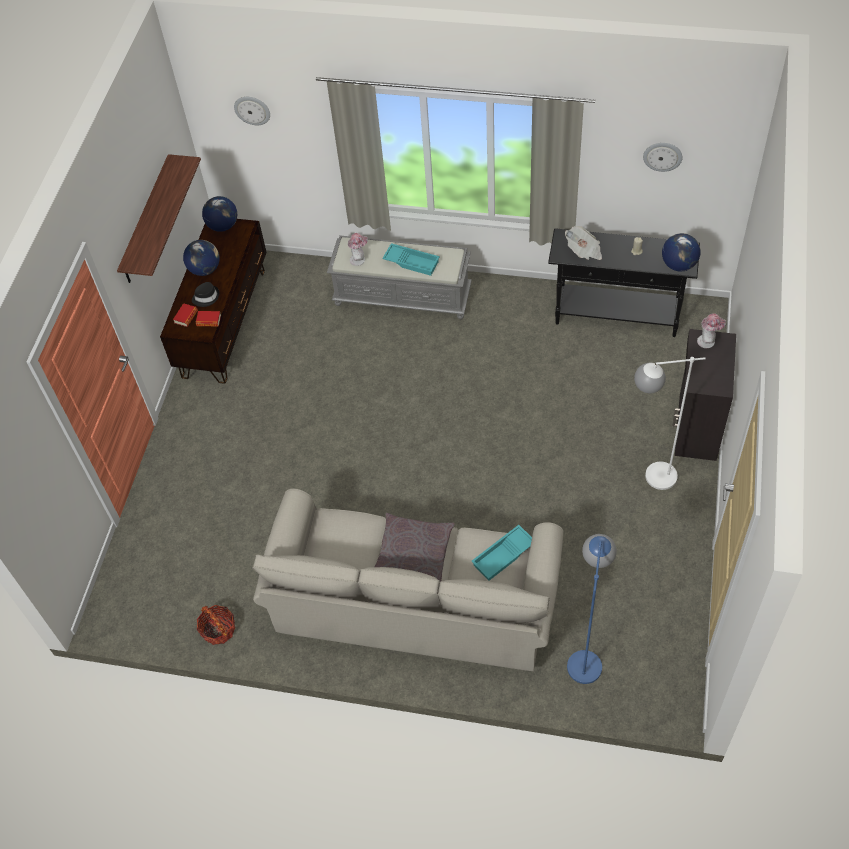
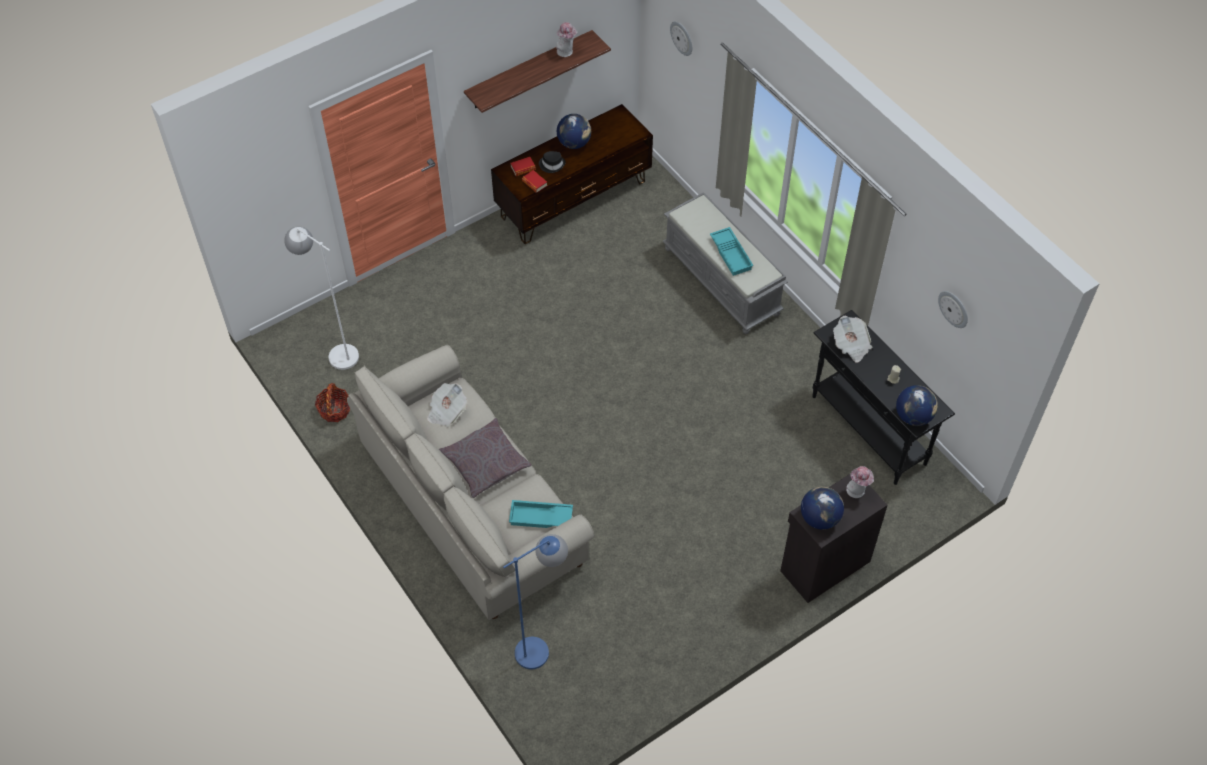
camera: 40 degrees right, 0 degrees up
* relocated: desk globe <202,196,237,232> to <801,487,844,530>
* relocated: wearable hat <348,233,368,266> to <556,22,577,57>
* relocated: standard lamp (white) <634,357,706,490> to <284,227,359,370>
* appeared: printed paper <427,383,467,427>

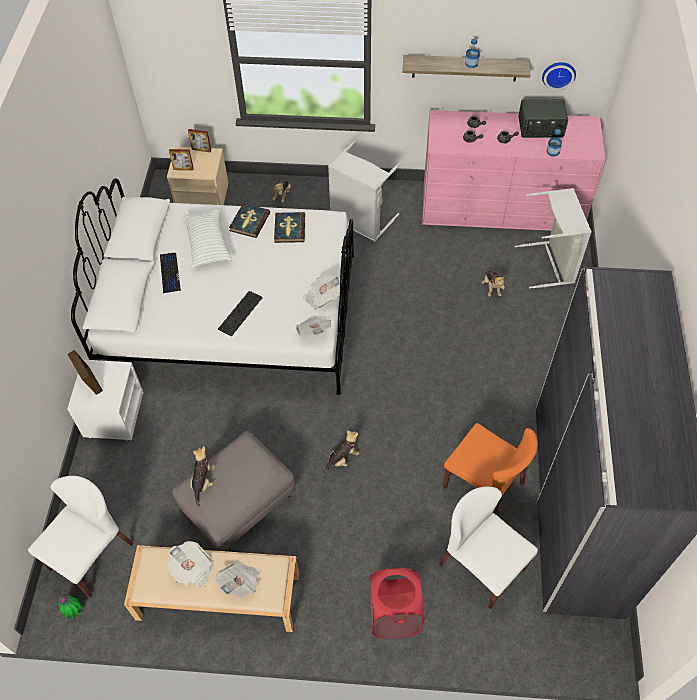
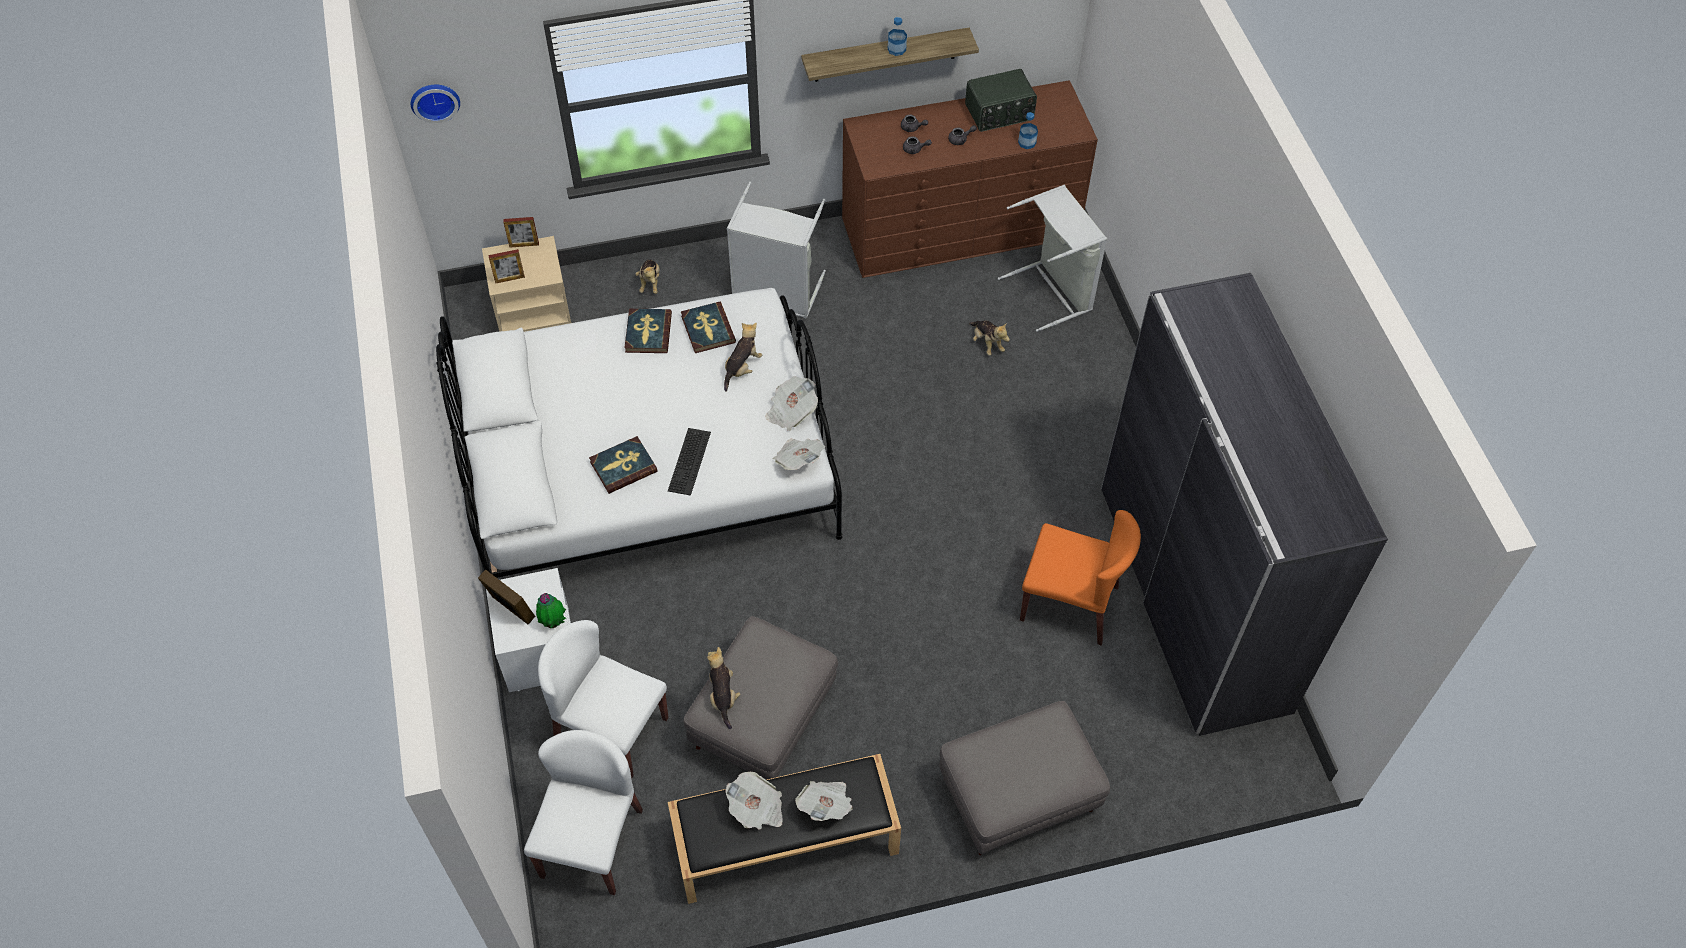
camera: 20 degrees left, 0 degrees up
* relocated: wall clock <542,62,576,90> to <411,85,460,123>
* colour: dresser (pinkish) <422,110,606,231> to dresser (brownish) <842,80,1098,278>
* missing: cushion <183,208,232,267>
* missing: computer keyboard <160,253,181,294>
* relocated: cuddly toy <324,430,359,475> to <724,323,762,392>
* relocated: plain chair (white) <439,487,538,609> to <538,620,668,779>
* colour: bench (sand-coloured) <124,545,299,632> to bench (black-coloured) <668,754,901,904>
* exchanged: laundry basket (red-coloured) <369,567,424,638> to pouffe (grey) <939,701,1110,855>
* relocated: potted plant <59,594,83,619> to <536,593,566,629>
* appeared: bound book <589,436,658,494>

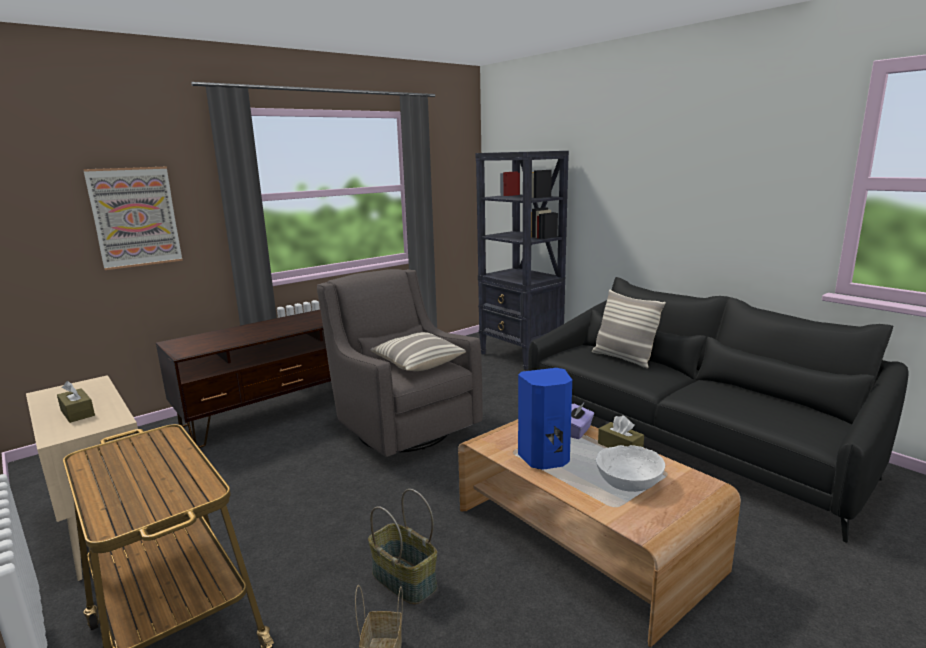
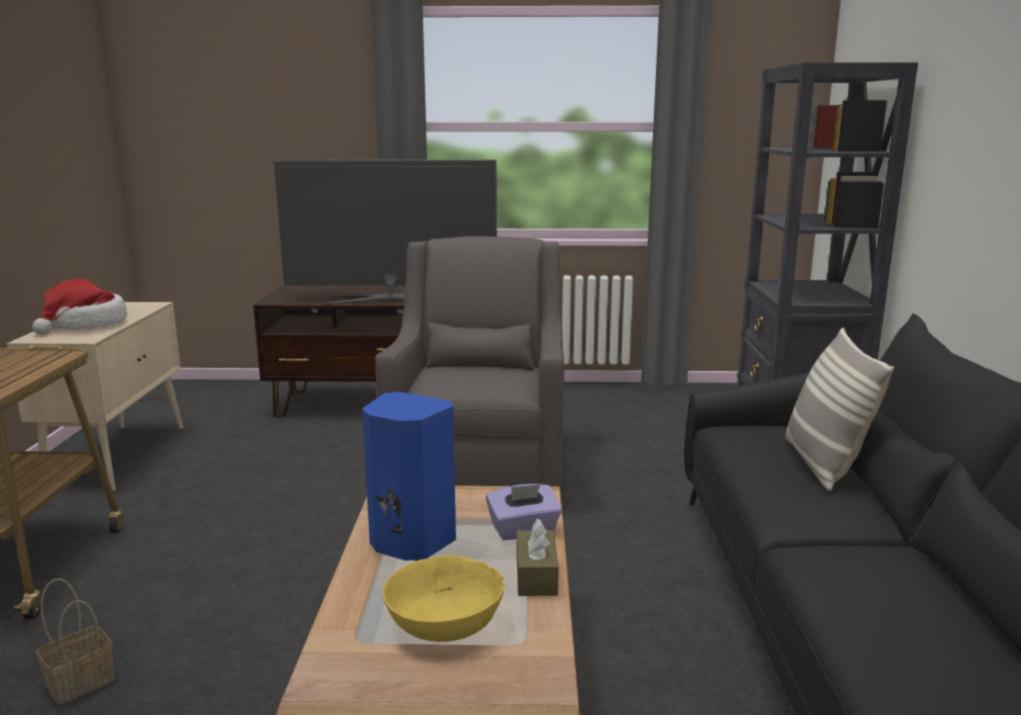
camera: 40 degrees right, 0 degrees up
* missing: wall picture <83,167,183,270>
* missing: cushion <370,332,466,371>
* exchanged: box of tissues (brownish) <57,381,95,423> to wearable hat <32,278,127,335>
* colour: serving bowl (white) <596,445,665,492> to serving bowl (yellow) <383,556,504,642>
* missing: basket <368,489,437,604>
* appeared: TV <274,160,497,304>

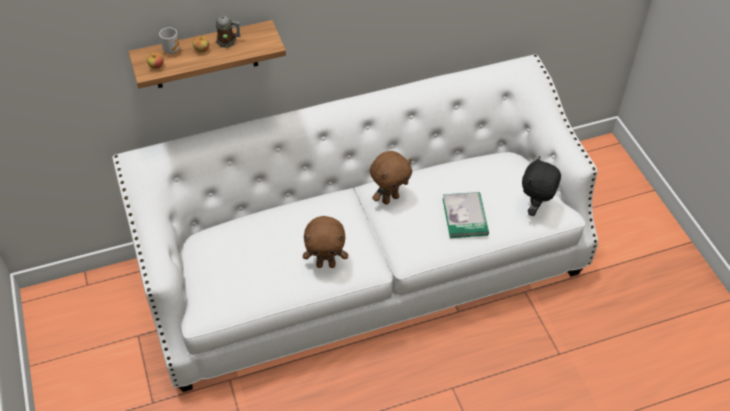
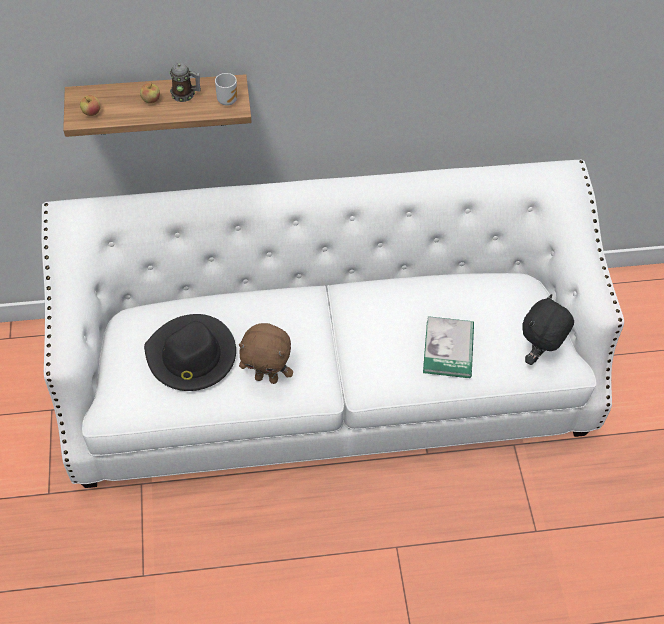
camera: 10 degrees right, 5 degrees up
* relocated: coffee mug <159,28,179,54> to <215,73,237,106>
* missing: cuddly toy (brownish) <370,151,412,205>
* appeared: wearable hat (black-coloured) <144,314,236,391>

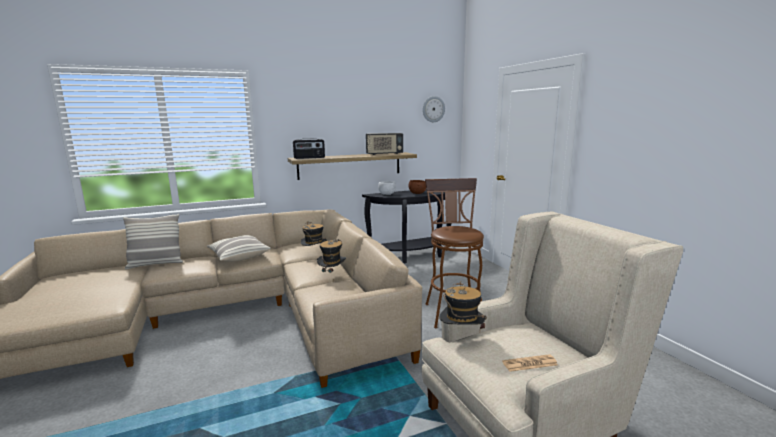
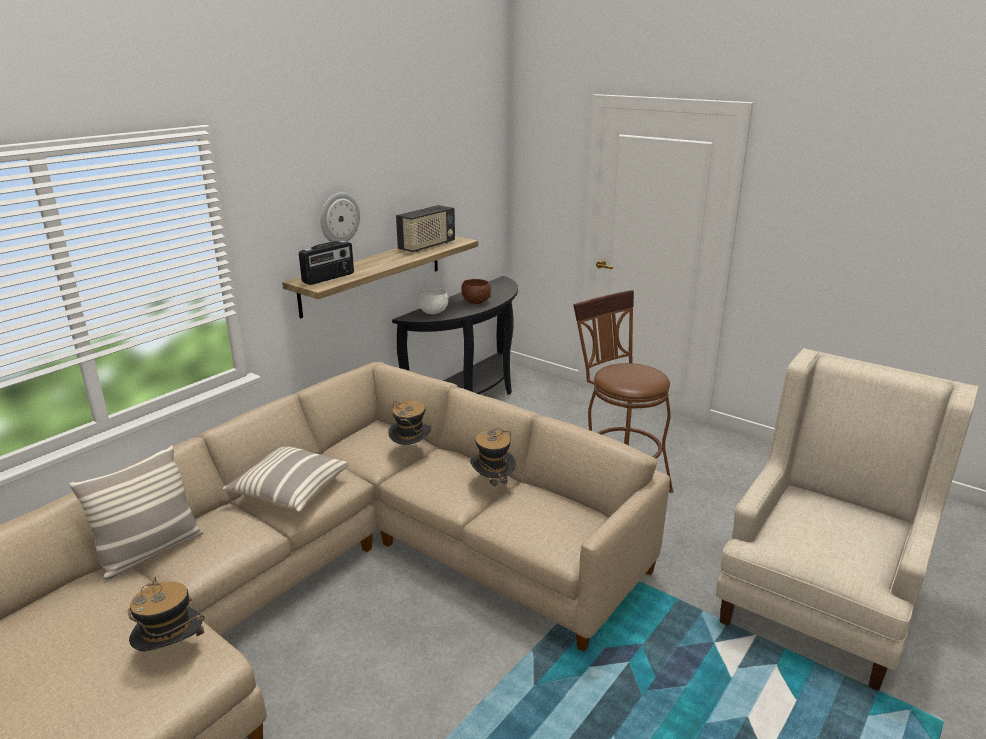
camera: 30 degrees left, 10 degrees up
* relocated: wall clock <423,96,445,122> to <321,192,360,243>
* relocated: wearable hat <439,281,487,329> to <128,577,205,652>
* missing: printed paper <502,354,558,372>

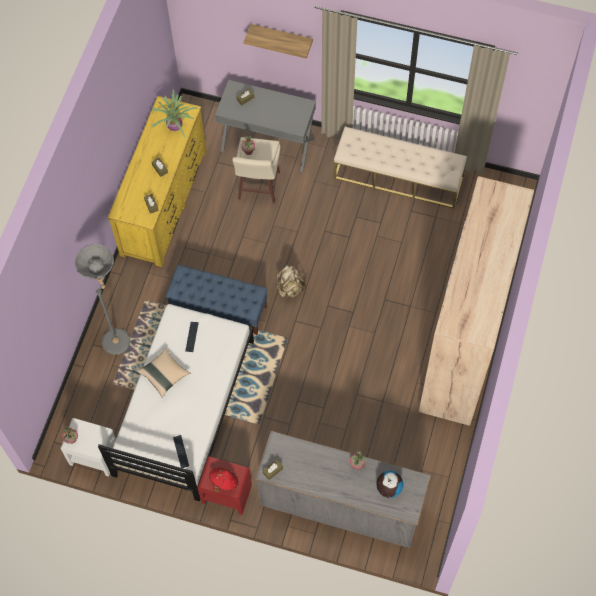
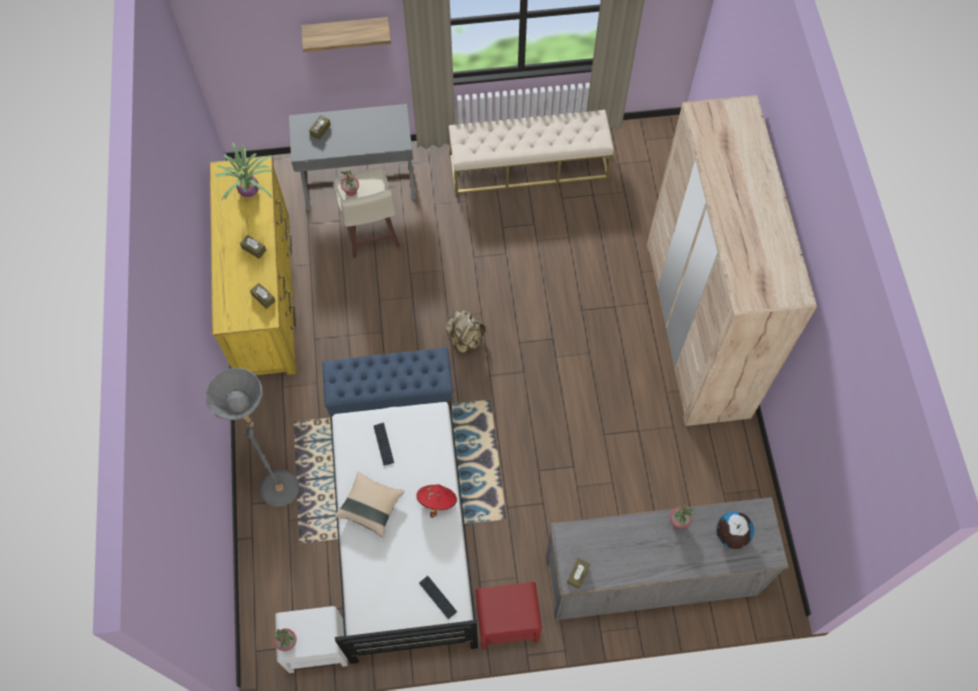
camera: 25 degrees left, 0 degrees up
* relocated: wearable hat (red-coloured) <209,468,239,492> to <416,484,457,518>

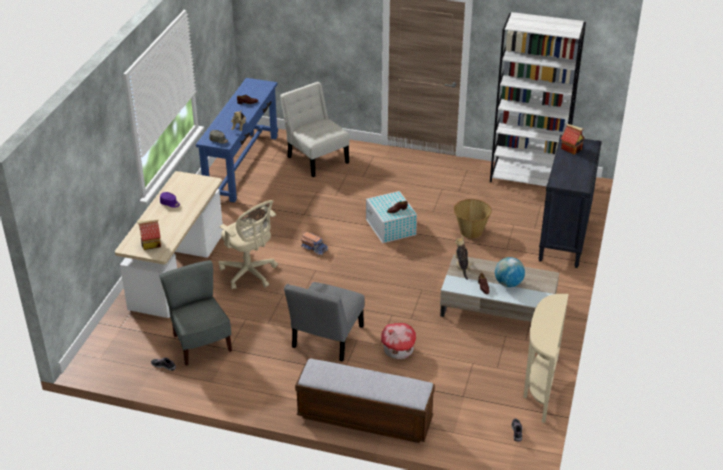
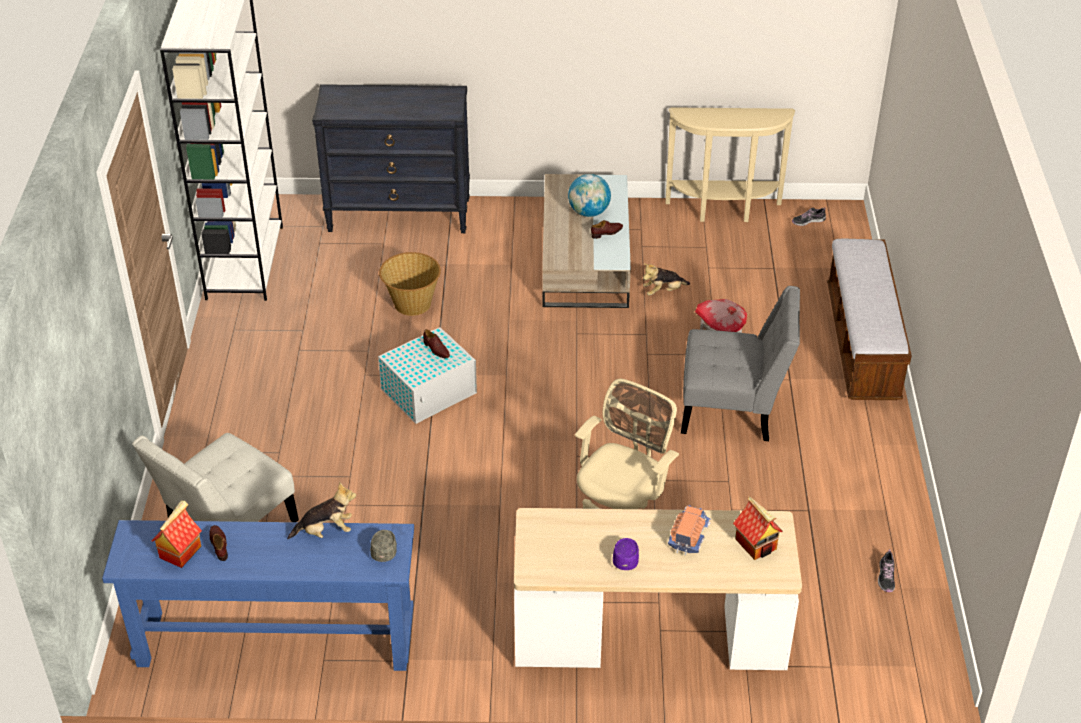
camera: 105 degrees left, 5 degrees up
* relocated: miniature house <561,123,585,155> to <151,500,202,568>
* relocated: toy lorry <301,232,328,255> to <668,505,711,556>
* relocated: cuddly toy <455,235,473,280> to <643,263,690,296>
* missing: plain chair (grey) <159,260,232,366>

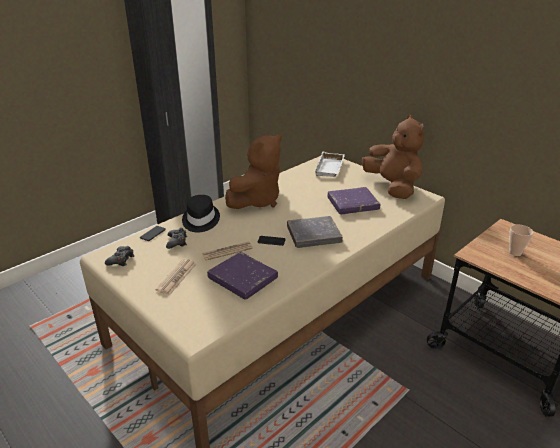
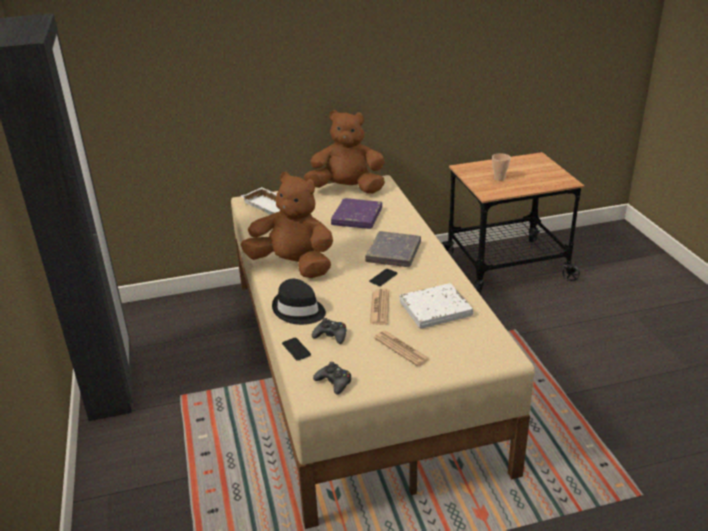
camera: 60 degrees left, 0 degrees up
* spun: cuddly toy (brownish) <225,134,282,209> = <241,172,333,278> 45 degrees counterclockwise
* colour: bound book (purplish) <207,252,278,300> to bound book (white) <399,283,473,328>

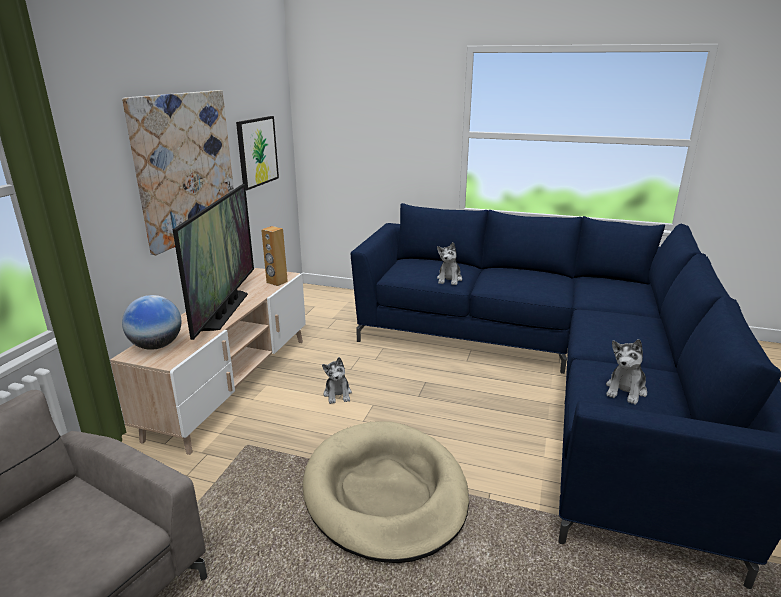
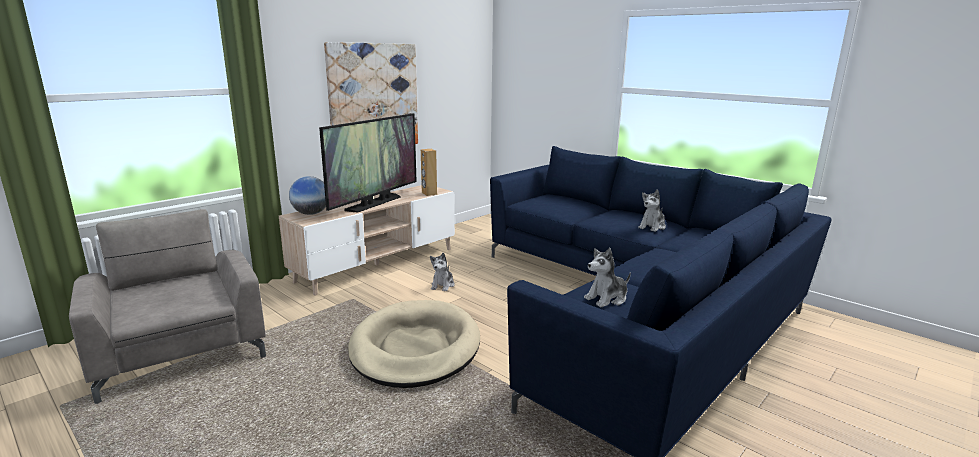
camera: 25 degrees right, 5 degrees down
* missing: wall picture <236,116,279,190>
* relocated: cuddly toy <437,242,462,285> to <638,190,666,232>

